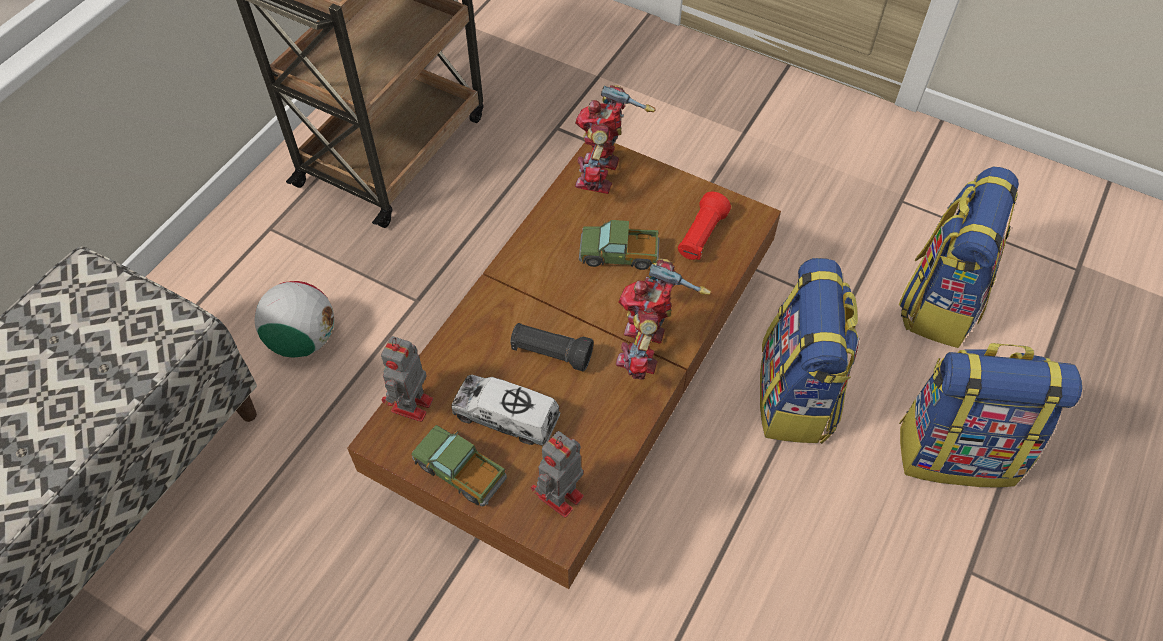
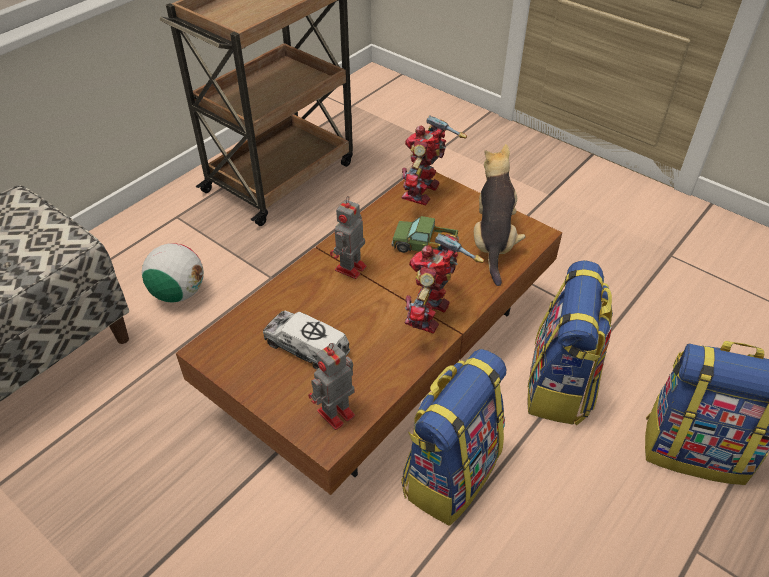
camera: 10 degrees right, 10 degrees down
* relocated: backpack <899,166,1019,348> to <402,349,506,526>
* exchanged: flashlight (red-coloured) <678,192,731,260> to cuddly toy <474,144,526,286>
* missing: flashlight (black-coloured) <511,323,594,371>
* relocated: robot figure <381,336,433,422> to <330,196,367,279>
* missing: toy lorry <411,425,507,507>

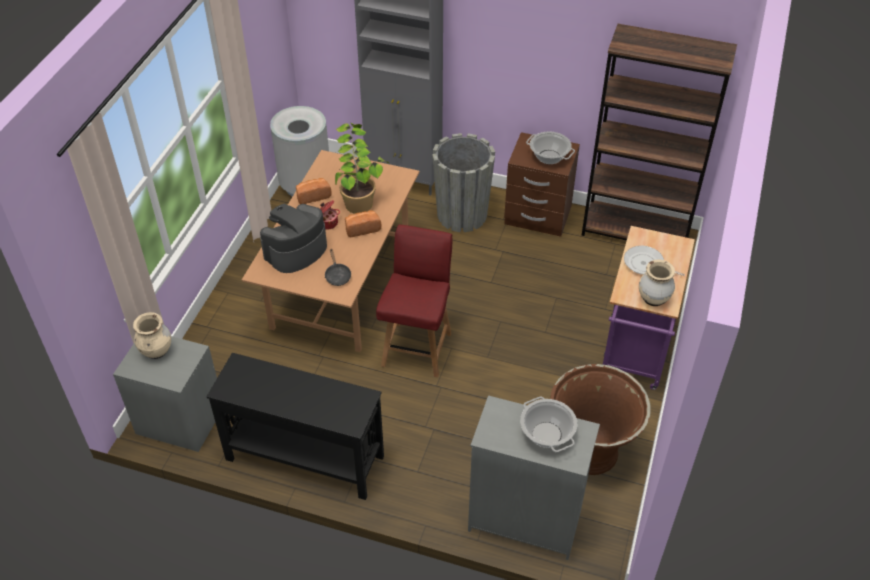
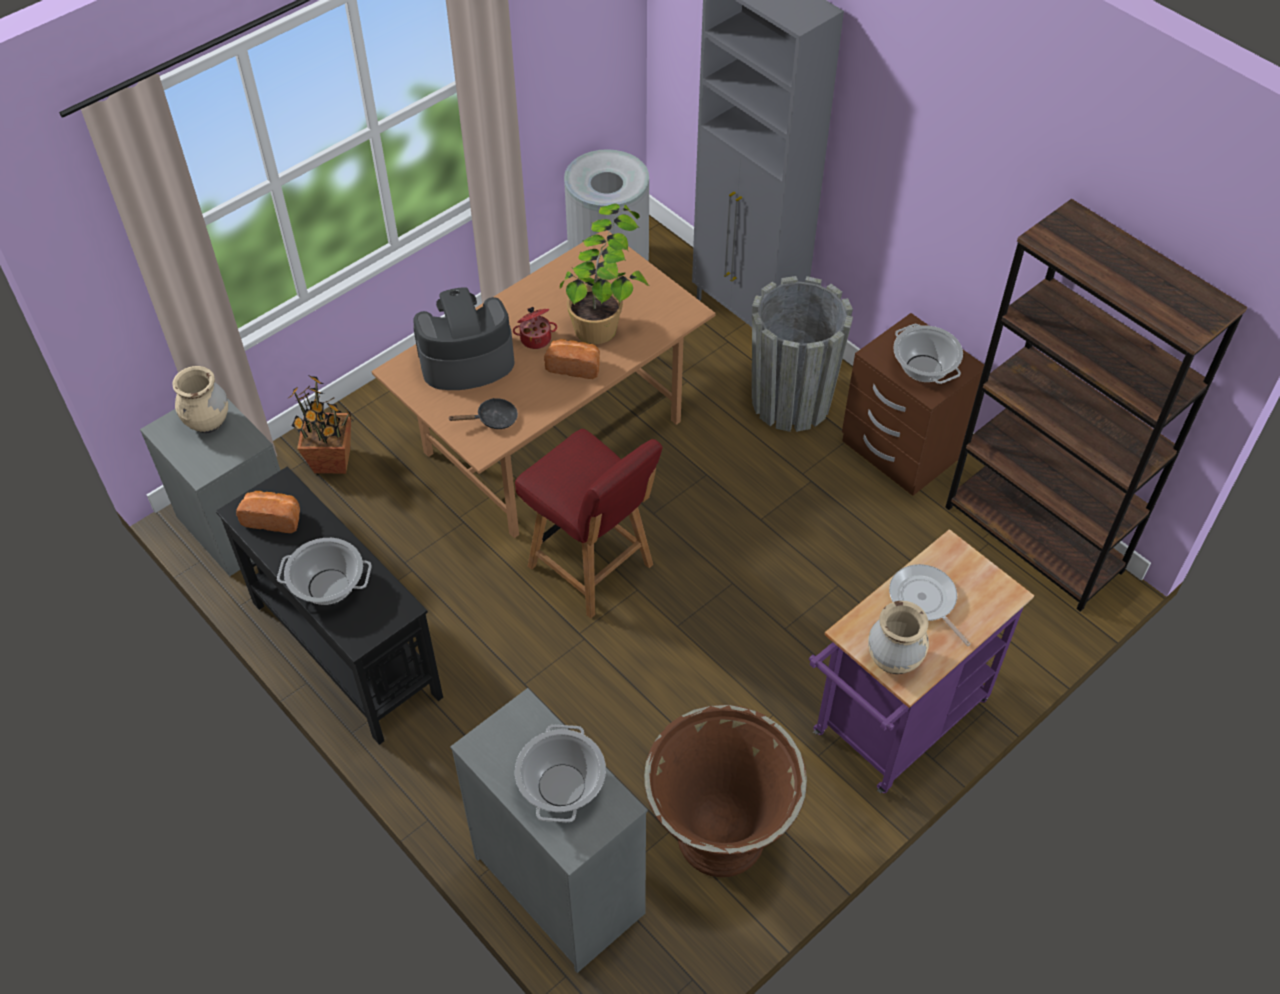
camera: 30 degrees right, 5 degrees up
* relocated: baked bread <296,178,332,204> to <236,491,300,533>
* spun: plain chair (red-coloured) <376,225,453,378> = <515,429,663,618> 90 degrees clockwise
* spun: skillet (black-coloured) <325,249,351,286> = <449,398,518,429> 120 degrees counterclockwise
* appeared: potted plant <287,375,353,474>
* appeared: cooking pot <277,538,372,605>

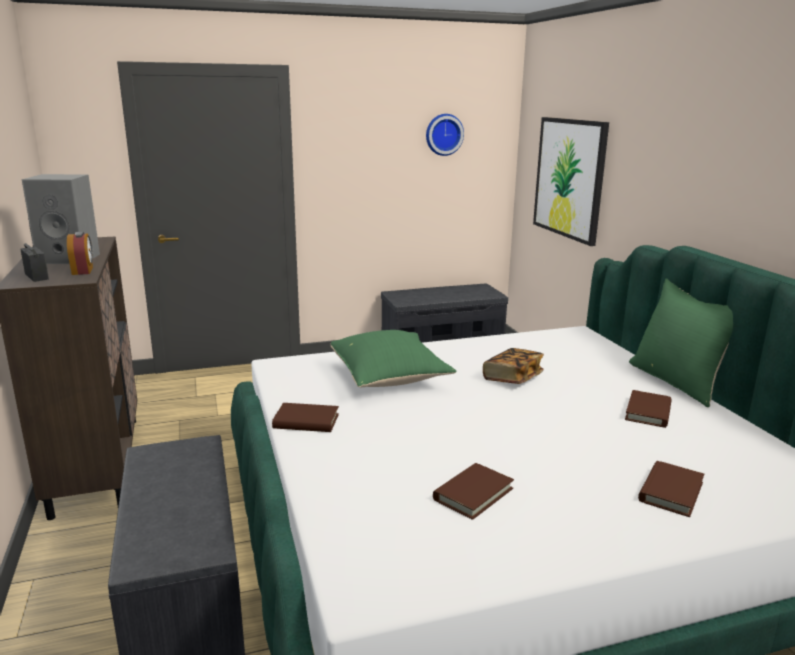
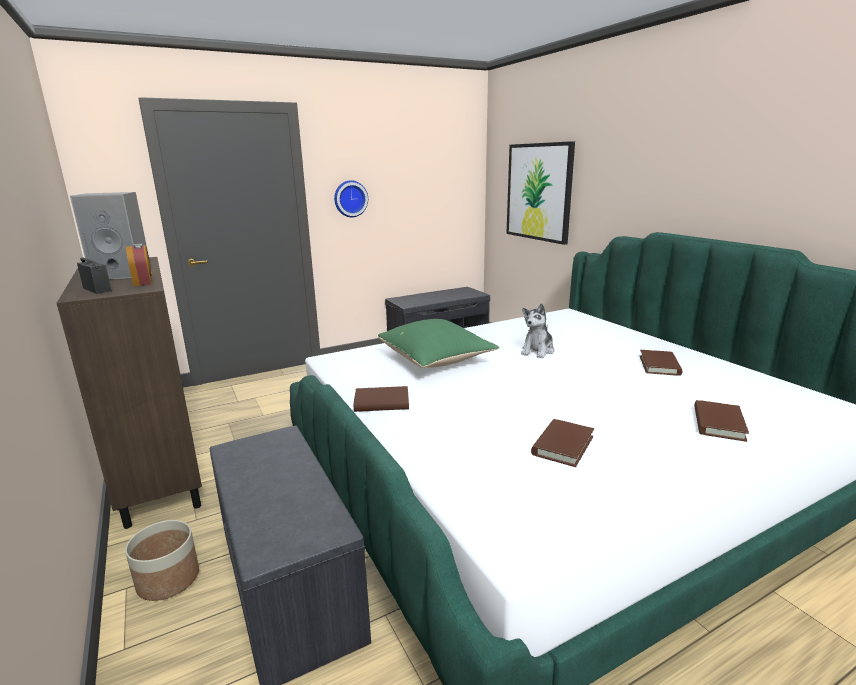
camera: 10 degrees left, 0 degrees up
* relocated: wall clock <426,114,464,156> to <334,180,368,217>
* missing: cushion (green-coloured) <629,278,733,407>
* exchanged: bound book <483,348,544,384> to cuddly toy <521,304,554,358>
* appeared: flower pot <125,520,199,601>

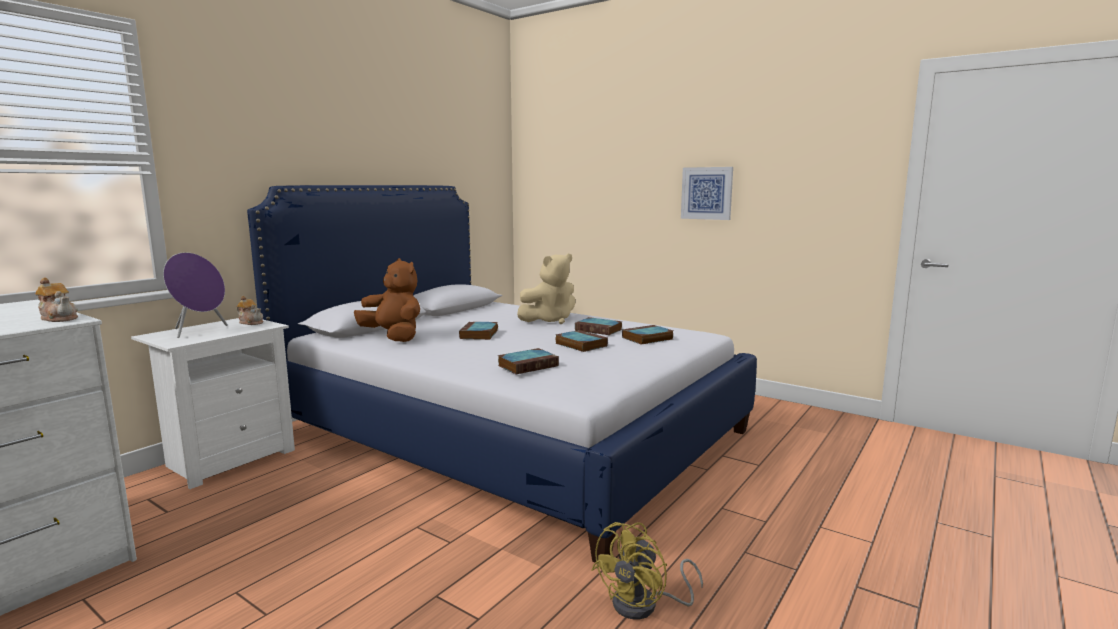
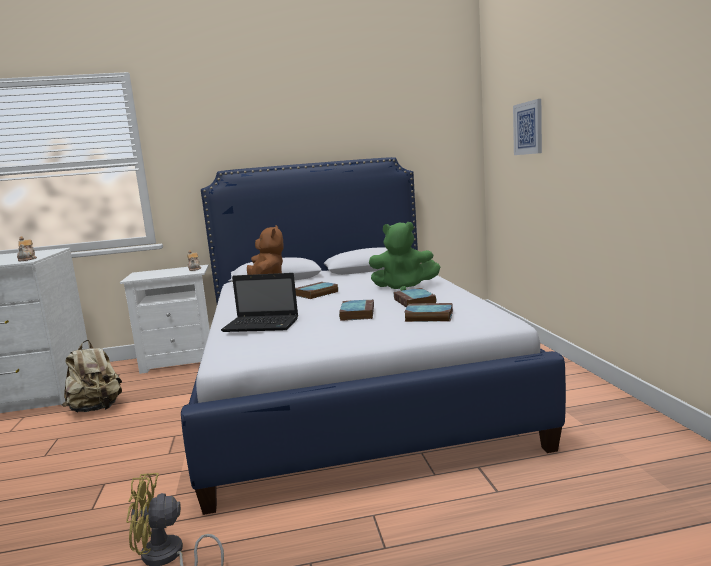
camera: 45 degrees right, 0 degrees up
* relocated: wall picture <681,167,733,220> to <513,99,542,155>
* missing: speaker (purplish) <163,252,228,338>
* colour: cuddly toy (sand-coloured) <517,254,575,324> to cuddly toy (green-coloured) <369,222,440,291>
* exchanged: bound book <497,348,559,374> to notebook computer <221,273,299,332>
* appeared: backpack (sand-coloured) <62,340,122,412>

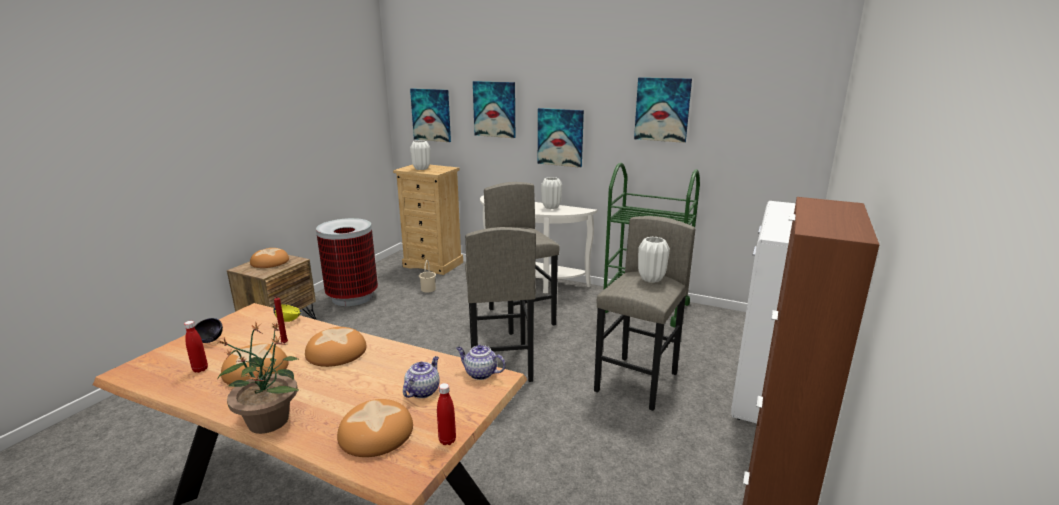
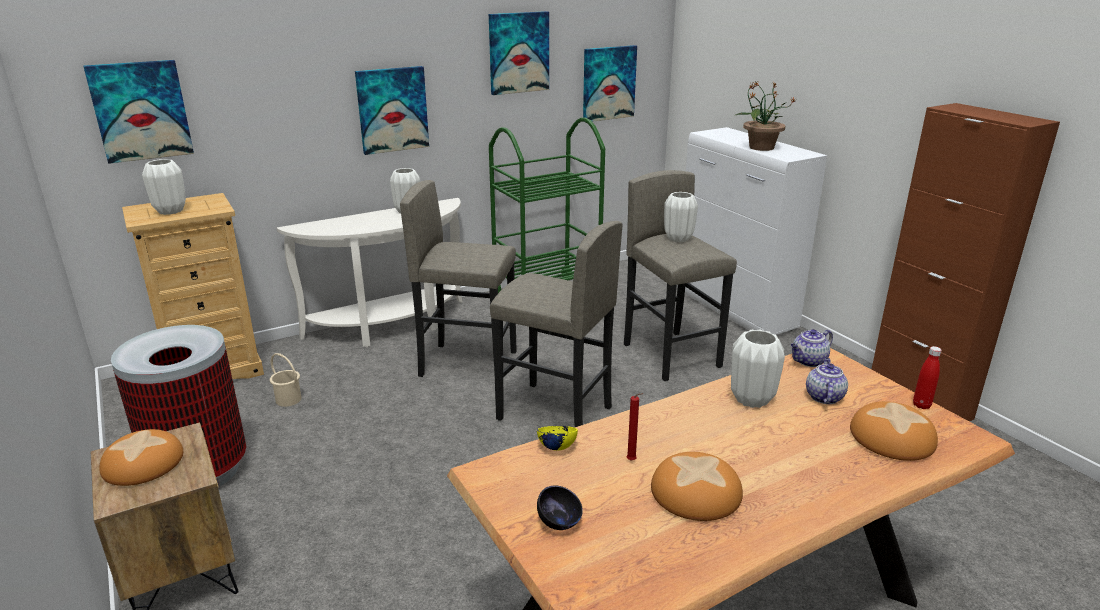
camera: 55 degrees left, 5 degrees up
* relocated: wall picture <473,81,515,138> to <583,45,637,122>
* missing: drink bottle (red-coloured) <184,321,208,373>
* relocated: potted plant <217,322,300,434> to <734,82,795,151>
* missing: baked bread <305,327,366,367>
* spun: teapot <403,356,440,398> = <806,358,848,404> 45 degrees clockwise
* appeared: flower vase (white) <731,329,785,408>

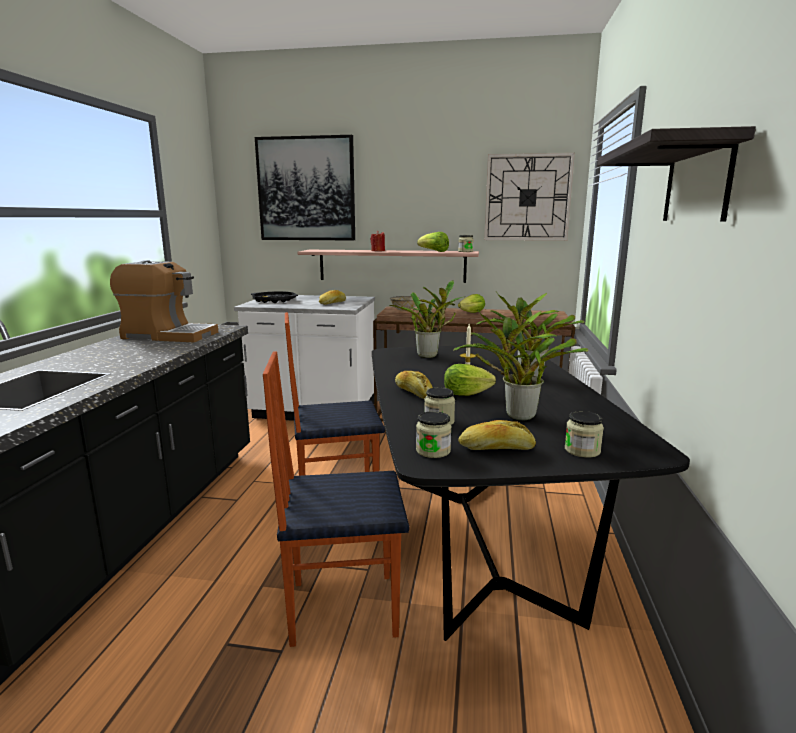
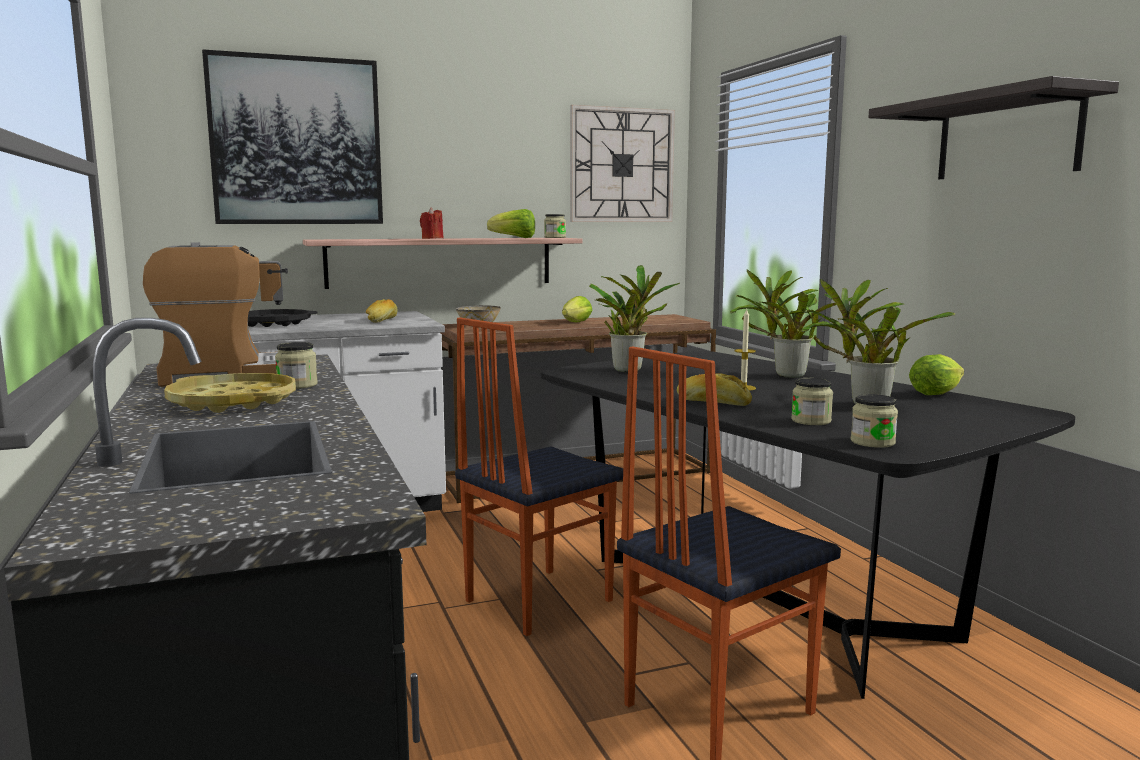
camera: 30 degrees left, 5 degrees down
* relocated: head of lettuce <444,364,496,396> to <909,354,964,395>
* relocated: jar <565,411,604,458> to <275,342,318,389>
* missing: baked bread <458,420,536,450>
* appeared: tray (yellow) <164,373,296,413>

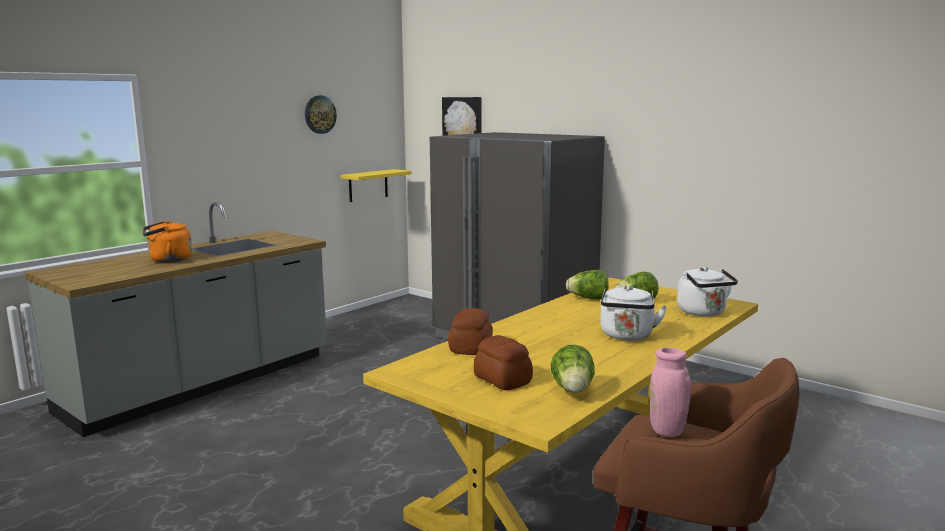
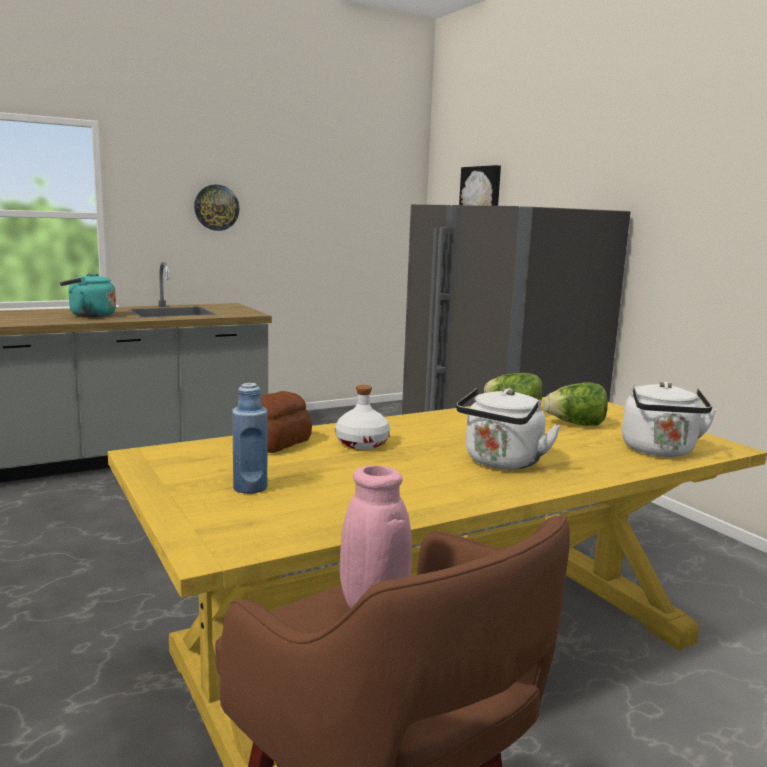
camera: 20 degrees right, 0 degrees up
* relocated: wall clock <305,95,337,134> to <194,185,239,231>
* missing: bracket shelf (yellow) <340,169,412,202>
* colour: water kettle (orangey) <143,220,192,262> to water kettle (turquoise) <60,273,116,317>
* exchanged: baked bread <474,335,533,390> to drink bottle (blue) <232,383,268,494>
* missing: head of lettuce <551,345,595,393>
* appeared: drink bottle (white) <335,385,390,449>

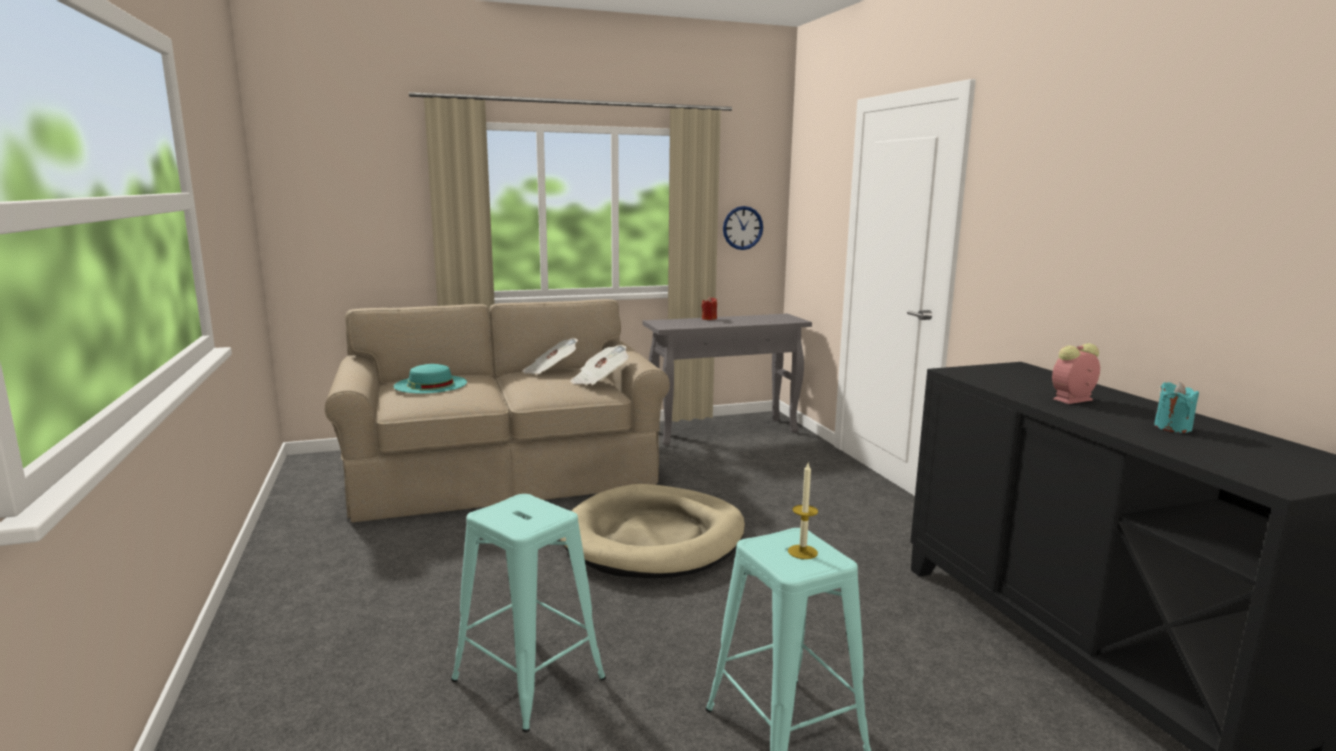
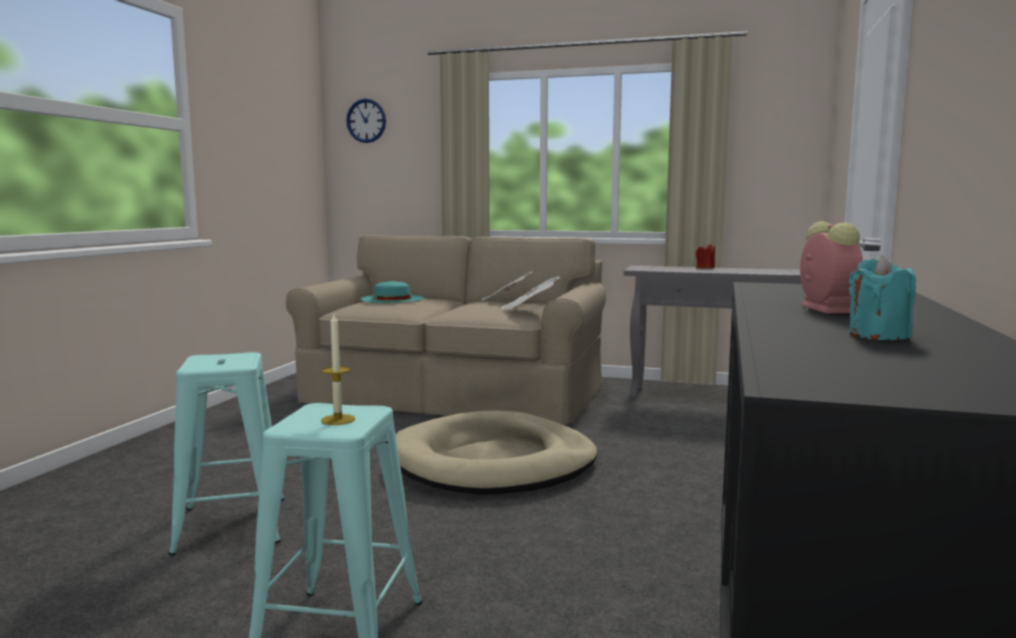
camera: 35 degrees right, 5 degrees down
* relocated: wall clock <723,206,763,250> to <346,99,386,143>
* spun: table clock <1052,343,1100,404> = <800,221,863,313> 75 degrees clockwise

